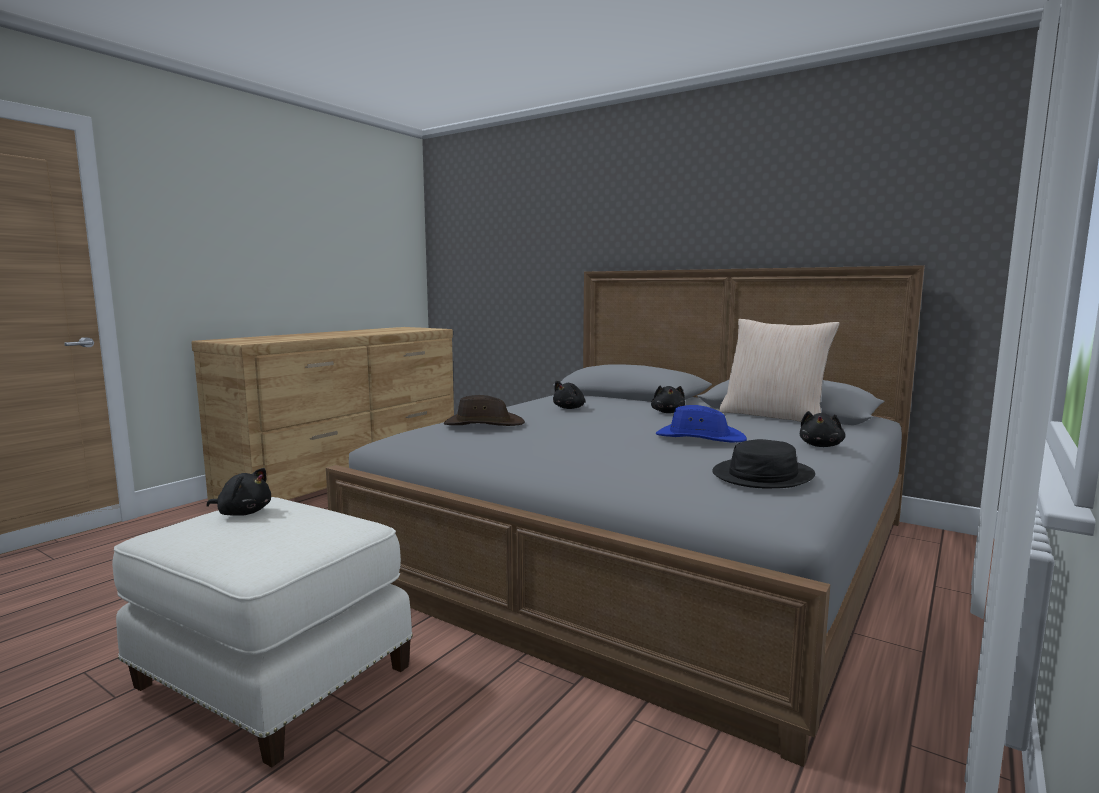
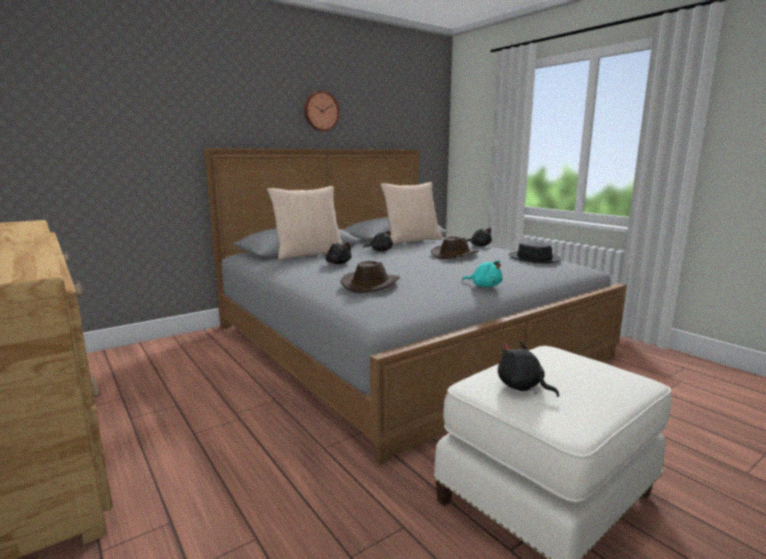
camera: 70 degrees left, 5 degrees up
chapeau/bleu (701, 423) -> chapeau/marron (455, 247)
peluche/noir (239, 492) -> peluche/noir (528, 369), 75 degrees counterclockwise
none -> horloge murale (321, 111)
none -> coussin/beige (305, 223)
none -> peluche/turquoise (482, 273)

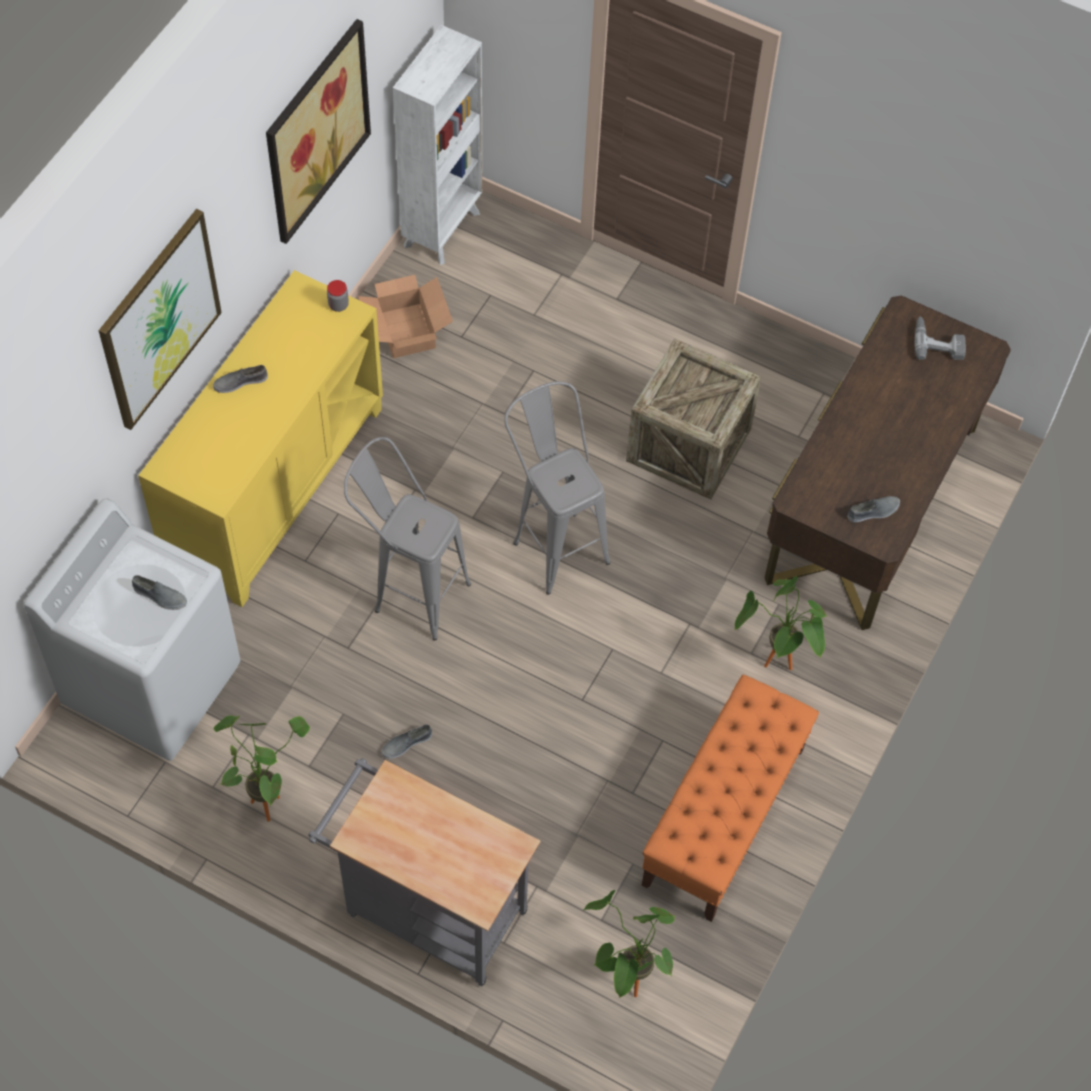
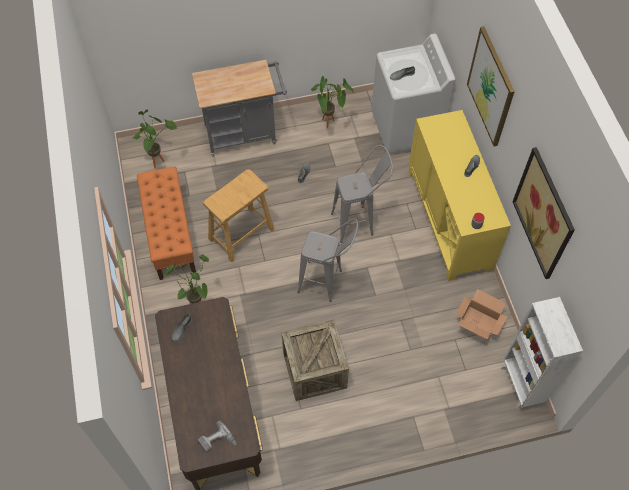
camera: 140 degrees right, 0 degrees up
none -> tabouret/beige (238, 215)

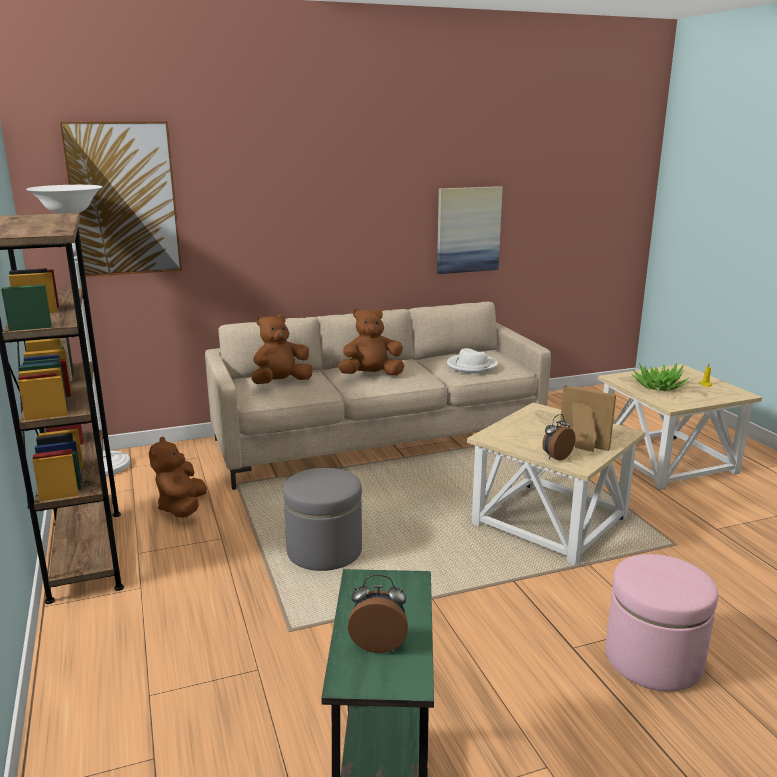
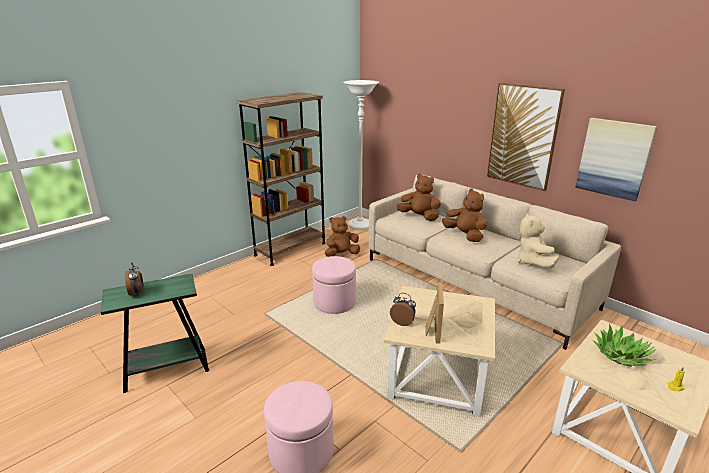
camera: 65 degrees right, 5 degrees up
tableau (120, 199) -> tableau (526, 137), relocated
chapeau/blanc (472, 361) -> peluche/beige (538, 240)
pouf/gris (322, 519) -> pouf/rose (334, 285)

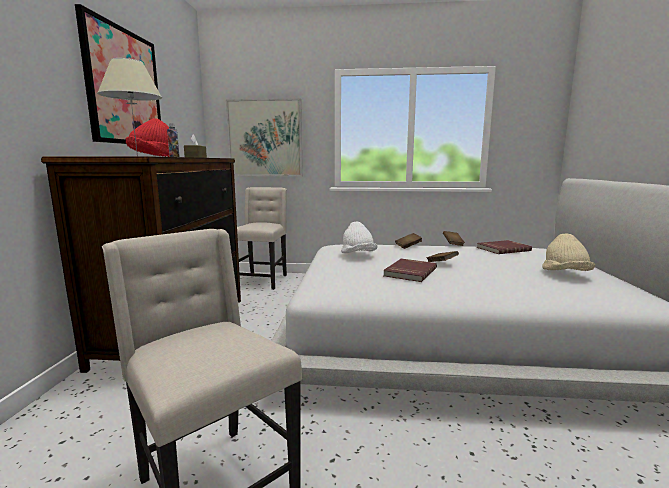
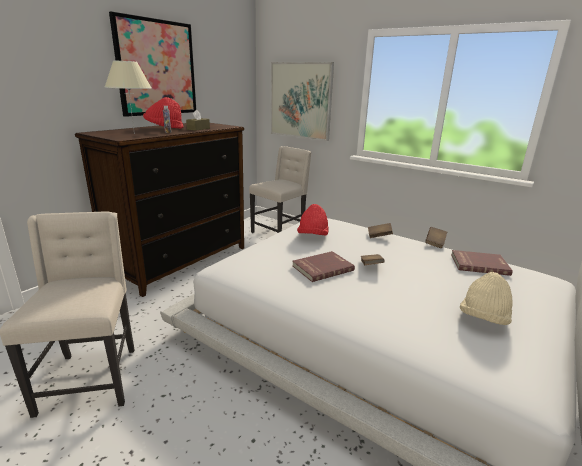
camera: 30 degrees right, 10 degrees up
chapeau/blanc (359, 237) -> chapeau/rouge (313, 219)

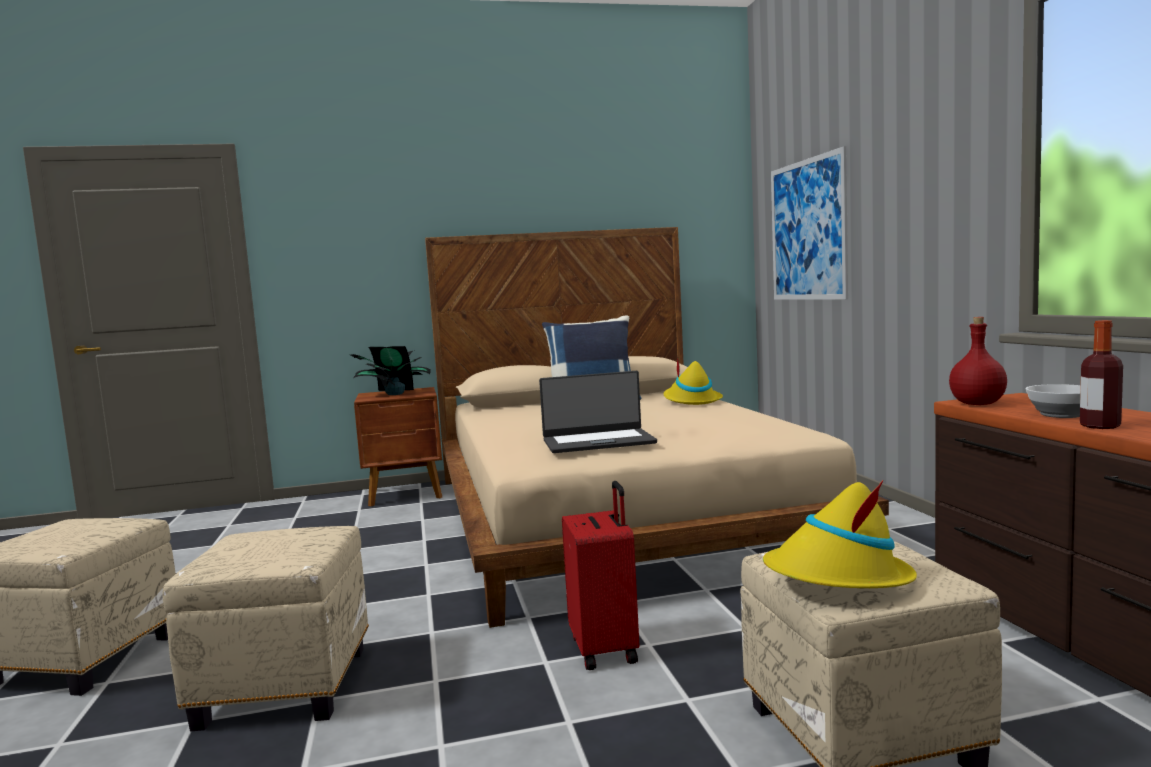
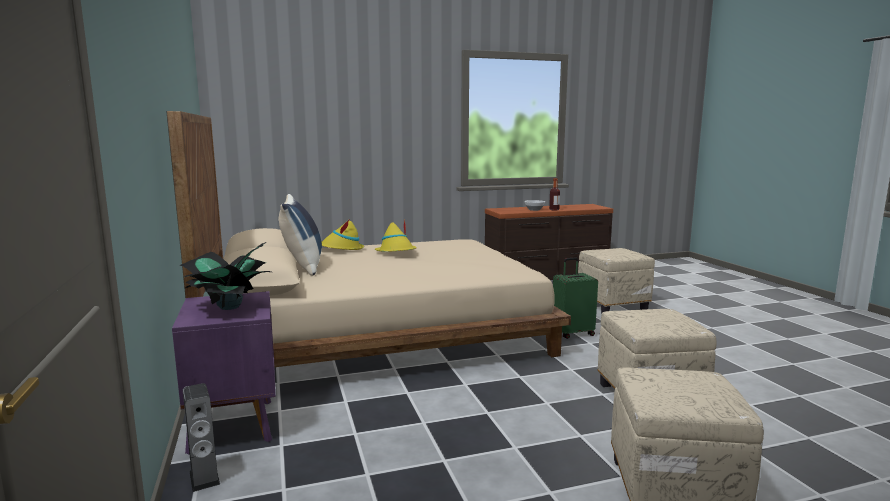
camera: 95 degrees left, 5 degrees up
tableau (809, 223) -> none
bouteille/rouge (978, 361) -> none
ordinateur portable (598, 412) -> none
table de chevet/marron (398, 446) -> table de chevet/violet (224, 372)
chapeau/jaune (840, 534) -> chapeau/jaune (396, 235), relocated
valise/rouge (600, 575) -> valise/vert (575, 298)
none -> enceinte (201, 437)

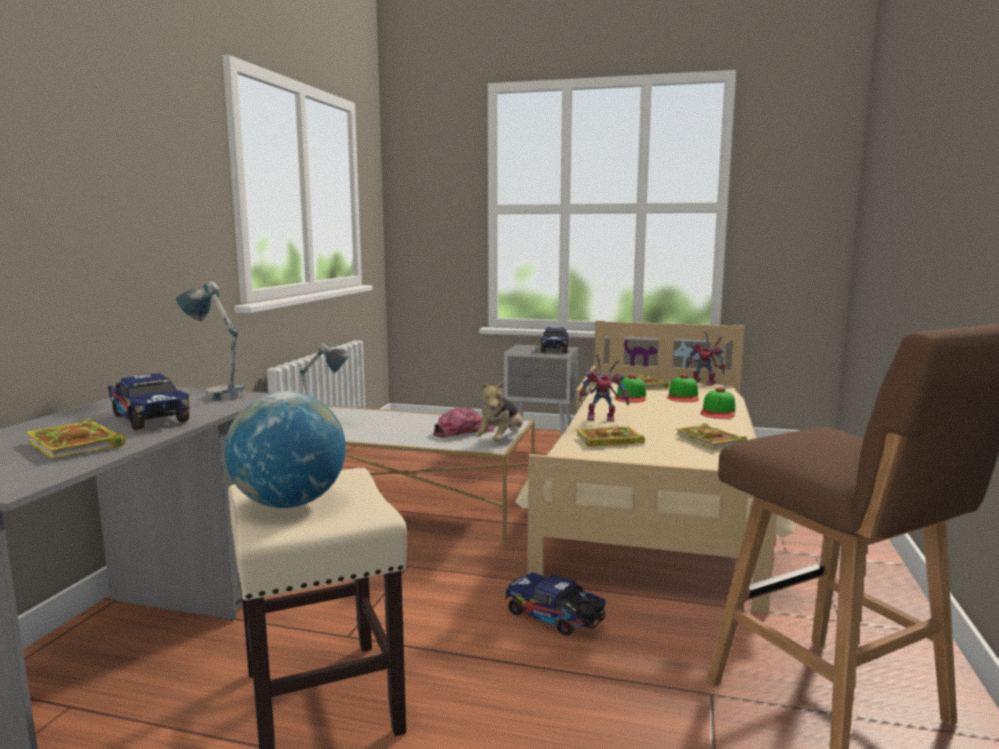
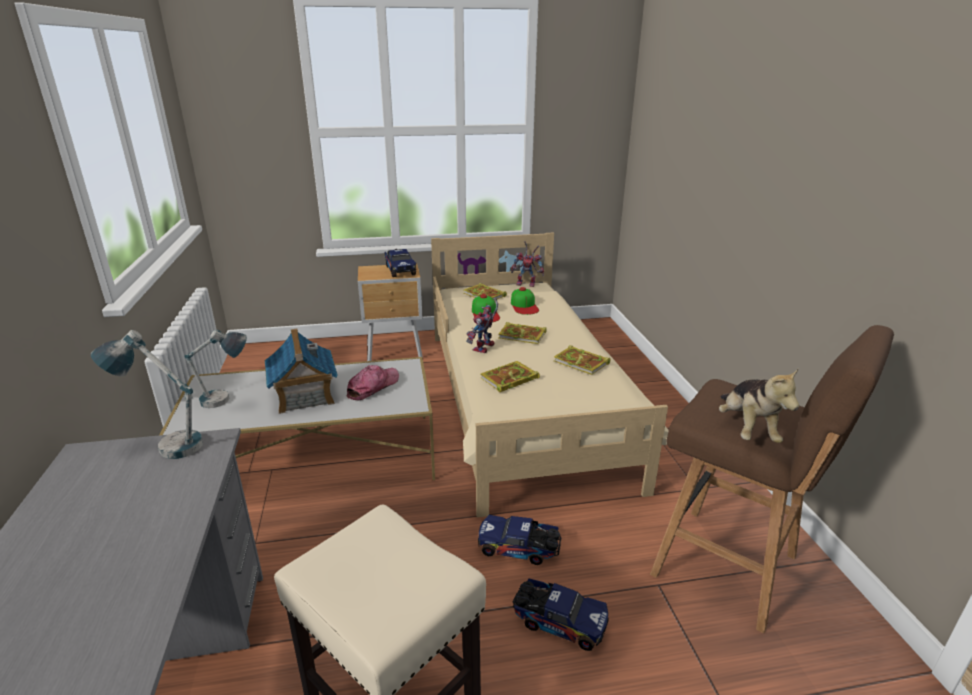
camera: 25 degrees left, 15 degrees up
table de chevet/gris (541, 390) -> table de chevet/marron (390, 312)
robot jouet (604, 387) -> robot jouet (482, 325), 135 degrees clockwise
camion jouet (149, 402) -> camion jouet (561, 614), relocated
peluche (498, 410) -> peluche (759, 406), relocated
casquette (718, 403) -> none
globe (285, 449) -> none
livre (76, 438) -> livre (522, 333), relocated
none -> maison miniature (301, 371)

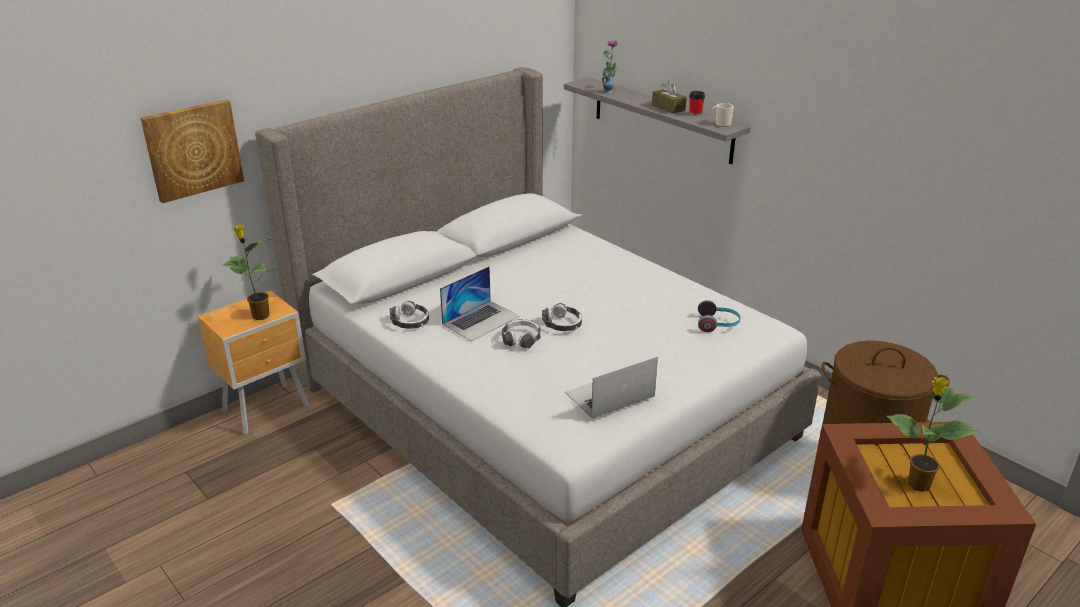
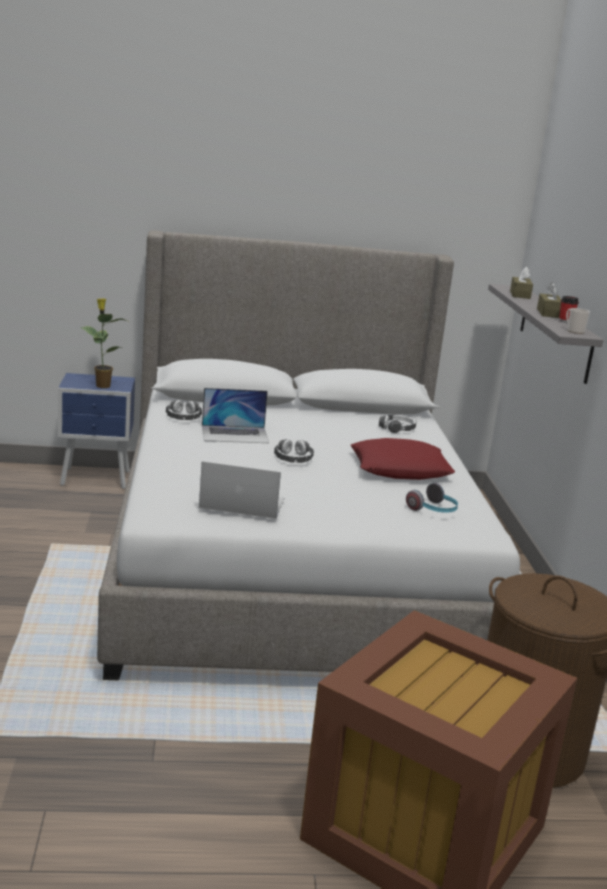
camera: 35 degrees right, 10 degrees down
vase (610, 66) -> boîte à mouchoirs/marron (521, 282)
tableau (192, 151) -> none
table de chevet/marron (253, 362) -> table de chevet/bleu (96, 431)
casque audio (521, 333) -> casque audio (398, 424), relocated
plante en pot (933, 434) -> none
none -> coussin/rouge (402, 459)

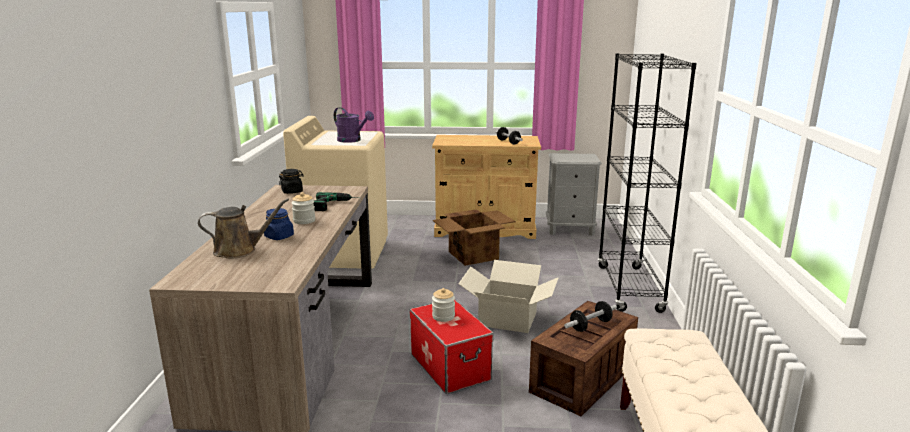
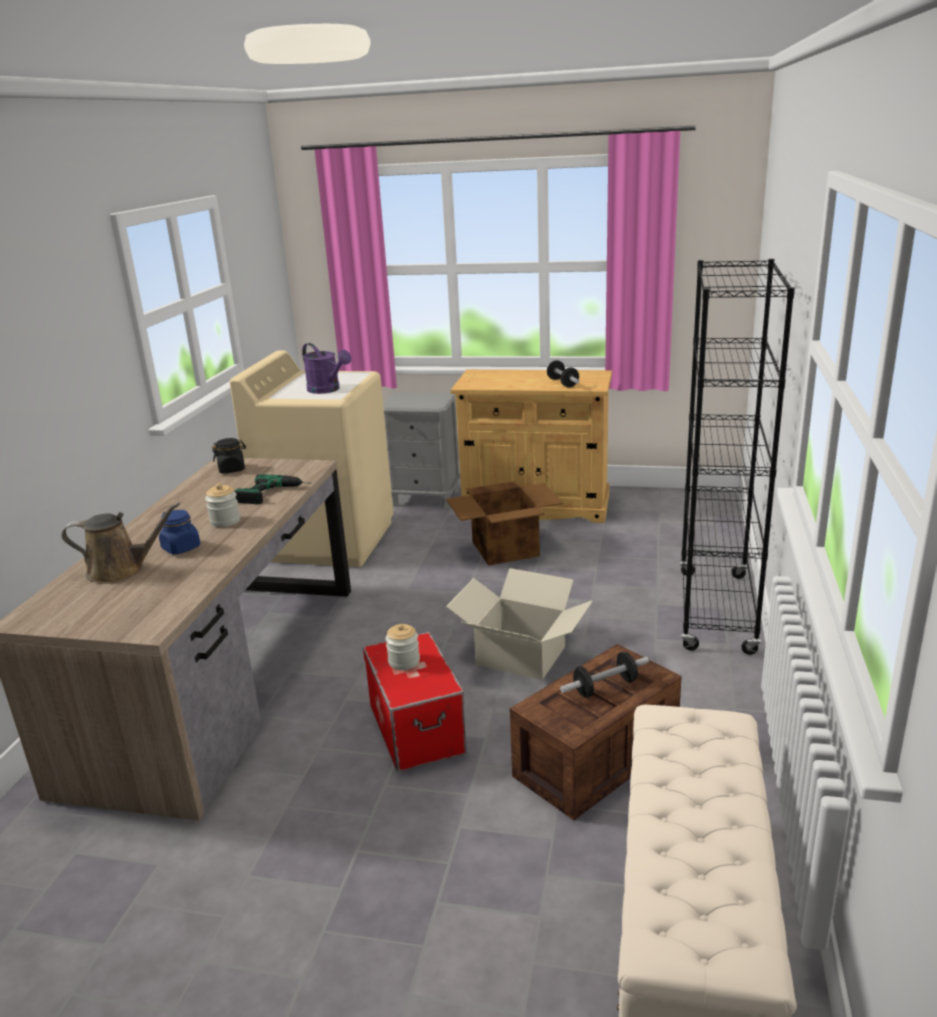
camera: 10 degrees right, 5 degrees up
table de chevet/gris (574, 194) -> table de chevet/gris (421, 450), relocated

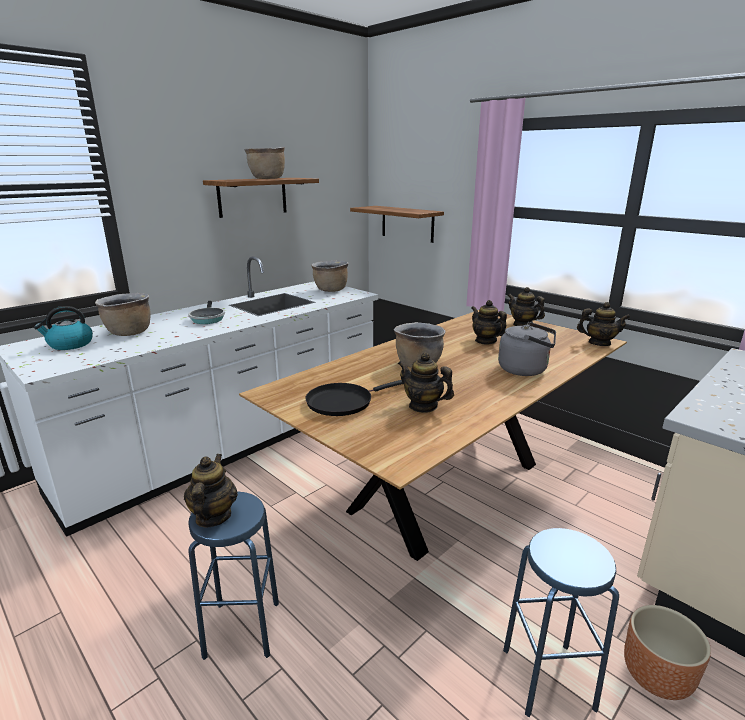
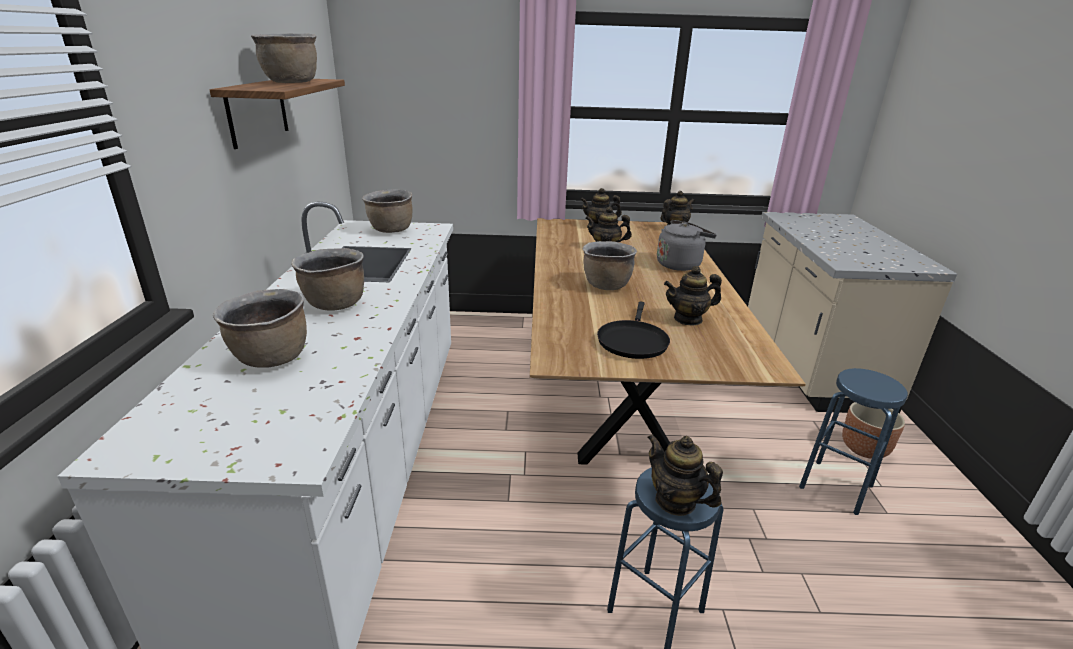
camera: 45 degrees left, 5 degrees up
étagère (397, 224) -> none
poêle (206, 312) -> marmite/marron (328, 279)
bouilloire (63, 328) -> none

